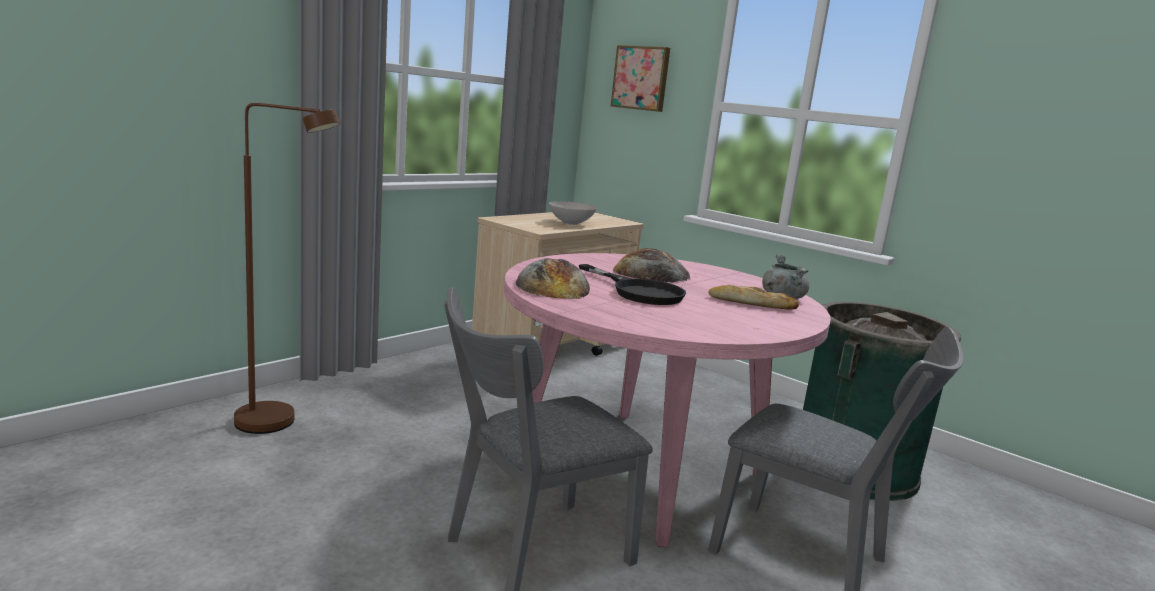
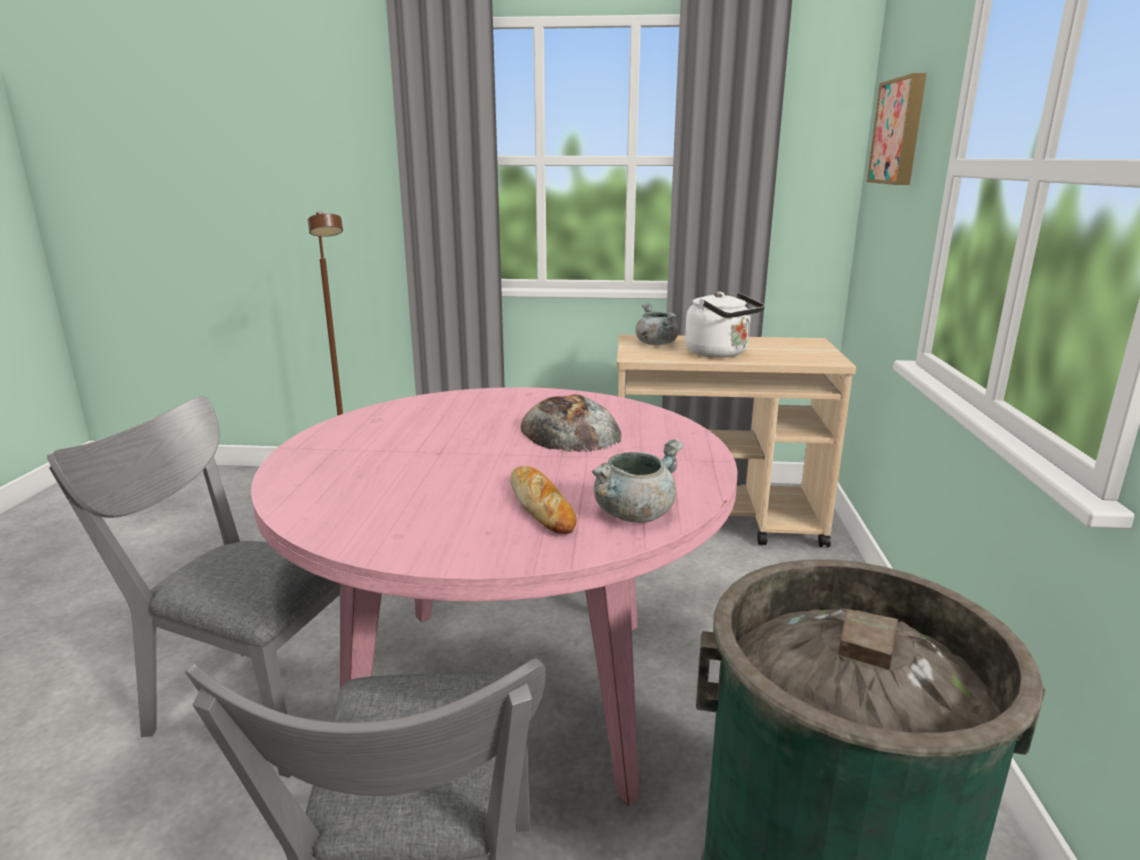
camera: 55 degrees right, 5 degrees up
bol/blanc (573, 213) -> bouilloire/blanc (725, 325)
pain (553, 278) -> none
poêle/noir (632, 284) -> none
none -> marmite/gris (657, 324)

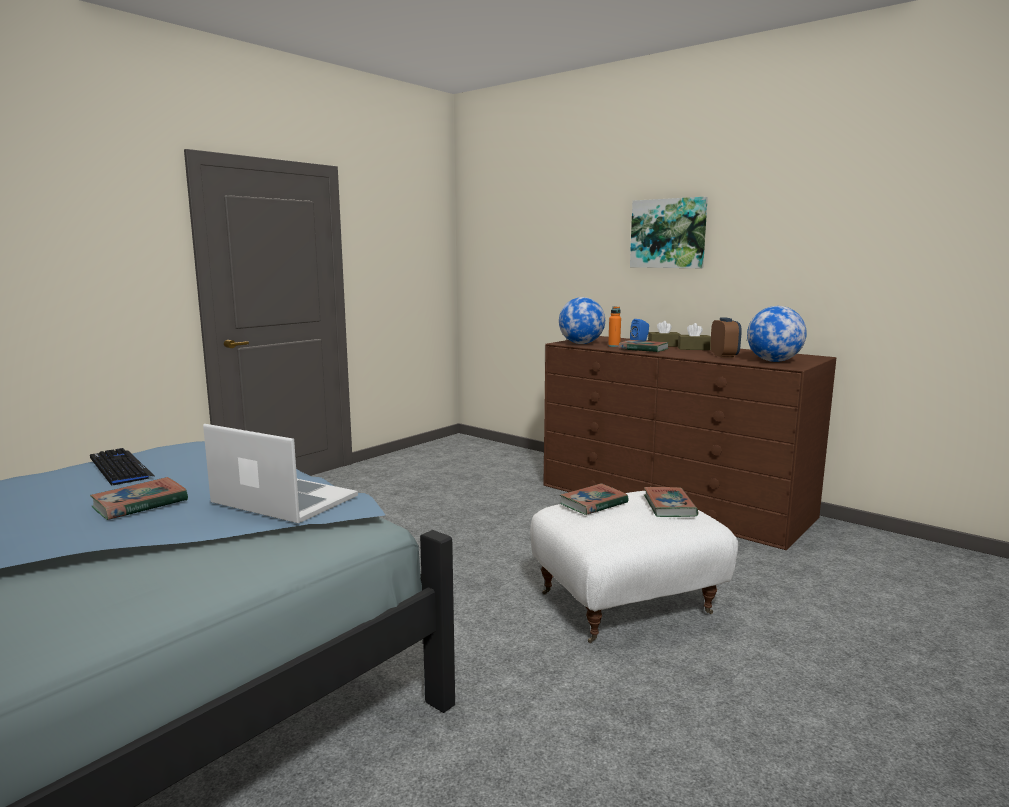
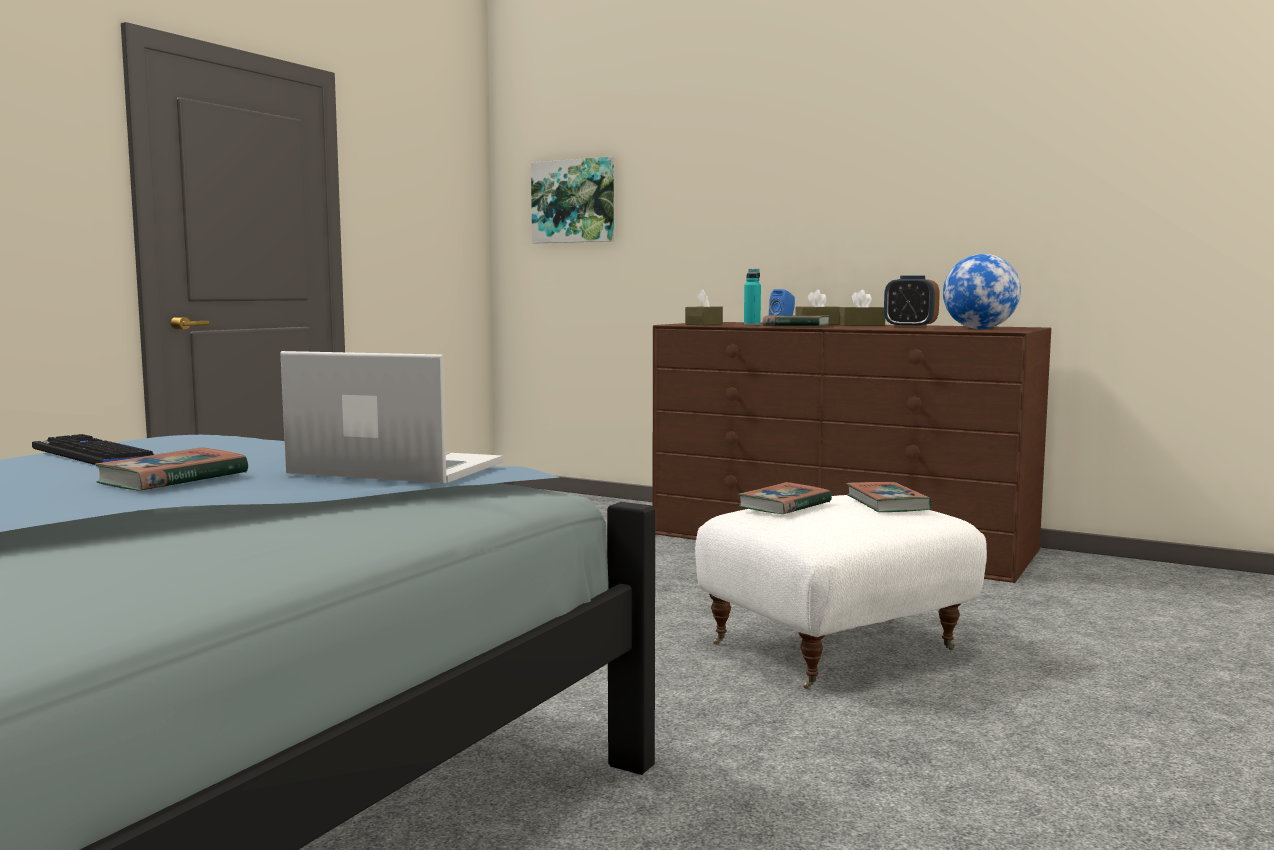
camera: 10 degrees left, 5 degrees down
tableau (669, 232) -> tableau (572, 200), relocated
globe (582, 320) -> boîte à mouchoirs/marron (704, 307)
bouteille/orange (614, 326) -> bouteille/turquoise (752, 297)
réveil (726, 337) -> réveil (912, 301), 135 degrees clockwise

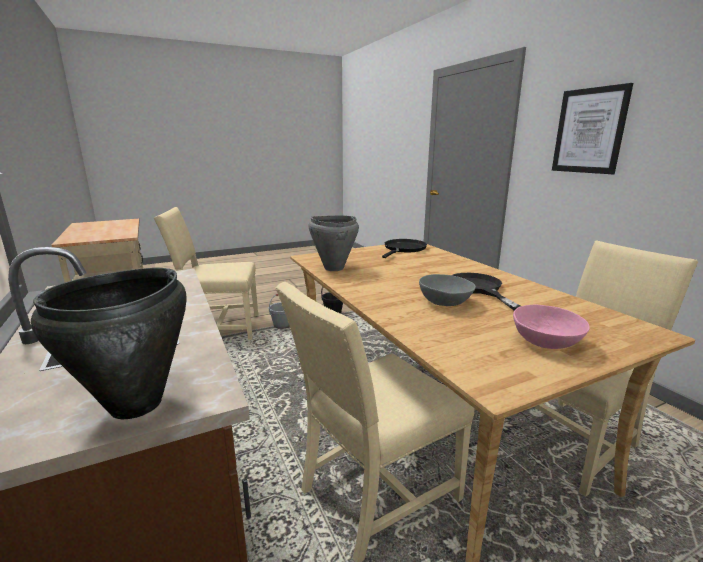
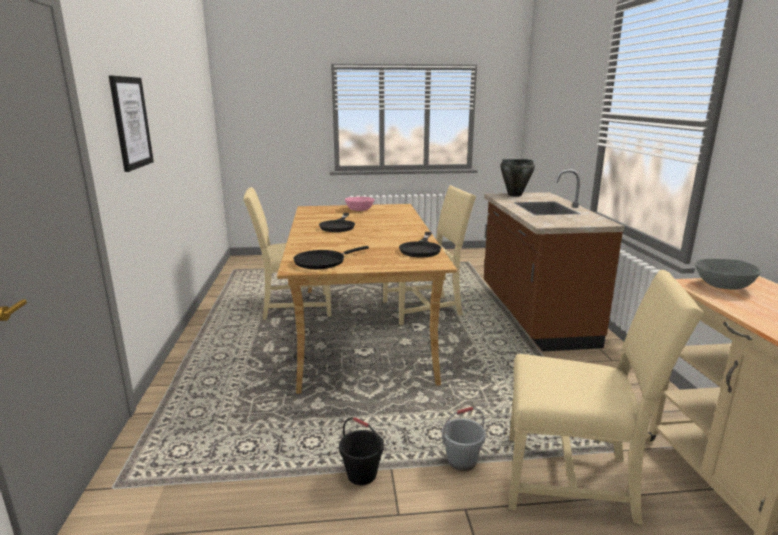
camera: 160 degrees left, 0 degrees up
marmite/gris (334, 243) -> poêle/noir (420, 244)
bol/gris (447, 290) -> bol/gris (728, 273), relocated

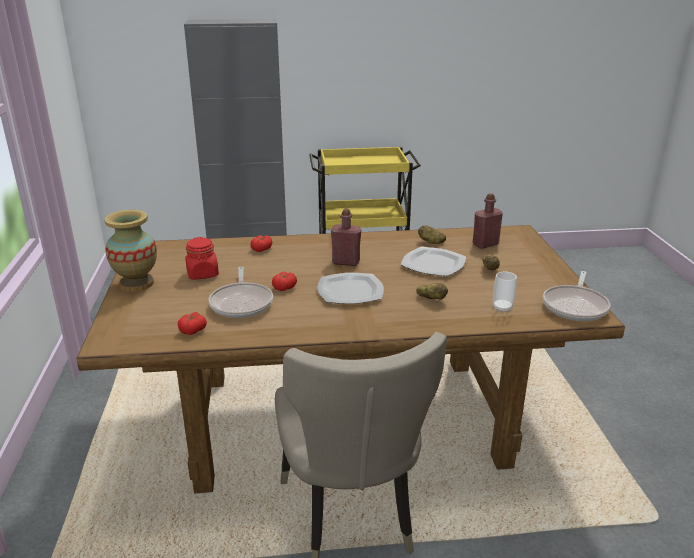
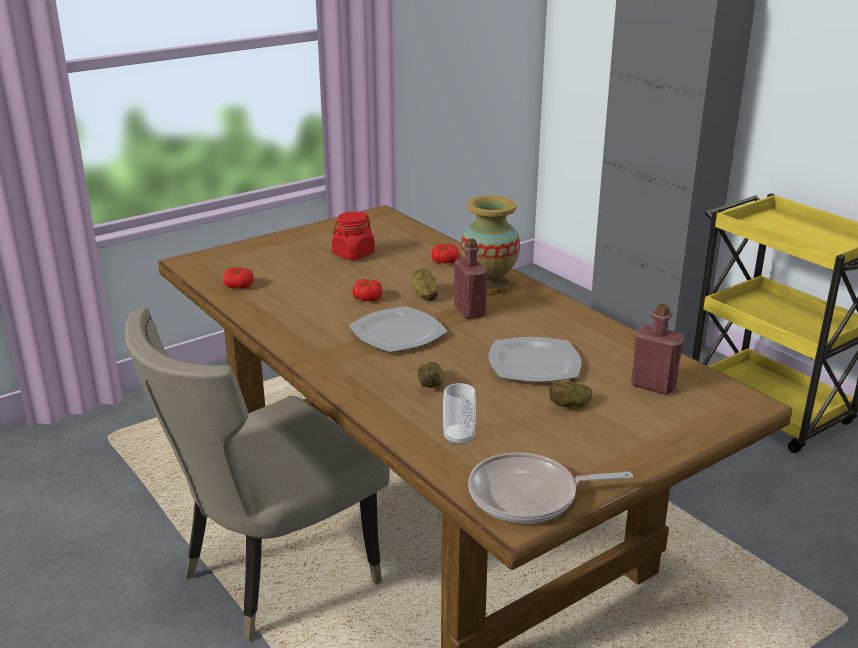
camera: 60 degrees right, 0 degrees up
vase (130, 251) -> vase (490, 245), relocated
pomme de terre (432, 234) -> pomme de terre (425, 285), relocated
poêle (240, 292) -> none

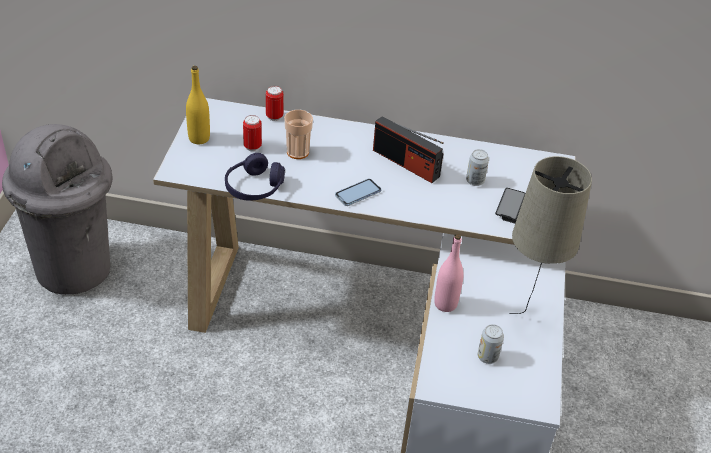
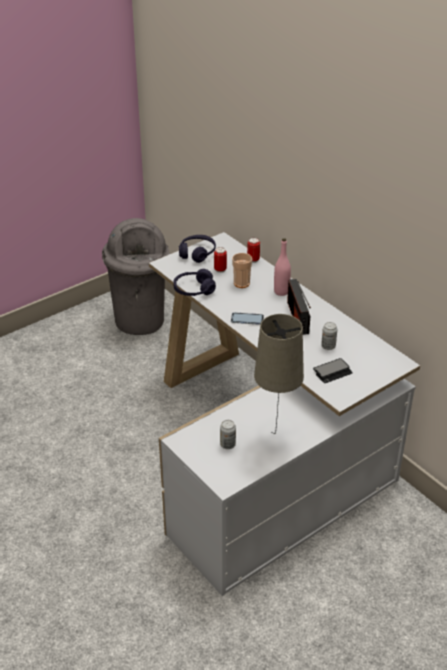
camera: 45 degrees right, 5 degrees down
bouteille/jaune (198, 105) -> casque audio/violet (197, 249)
bouteille/rose (449, 273) -> bouteille/rose (282, 267), relocated

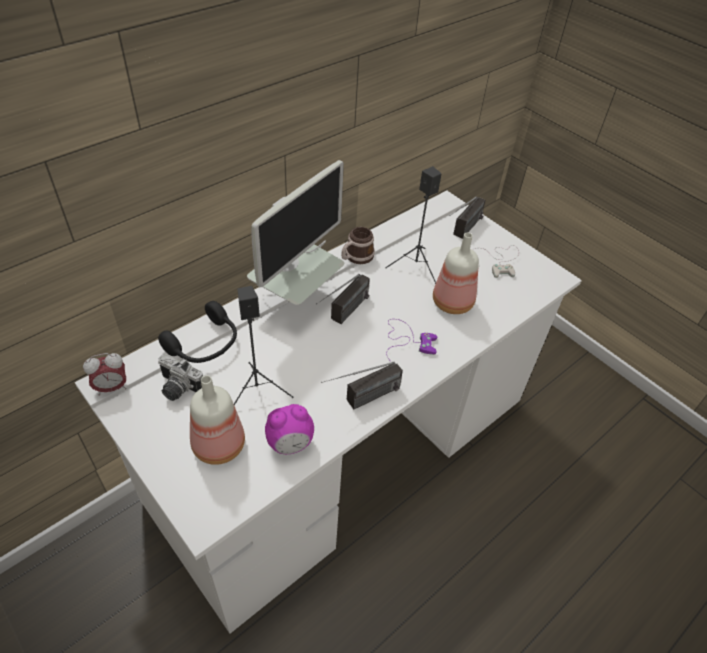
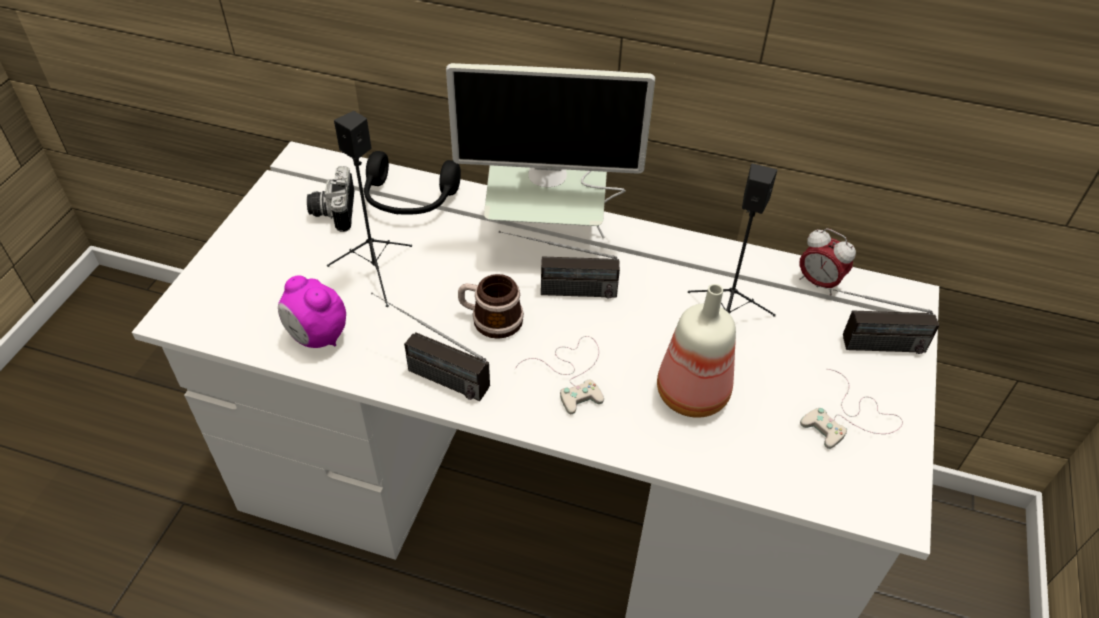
camera: 60 degrees right, 0 degrees up
mug (358, 245) -> mug (491, 306), relocated
manette/violet (411, 339) -> manette/blanc (559, 375)
réveil (105, 374) -> réveil (827, 261), relocated
bouteille (217, 420) -> none

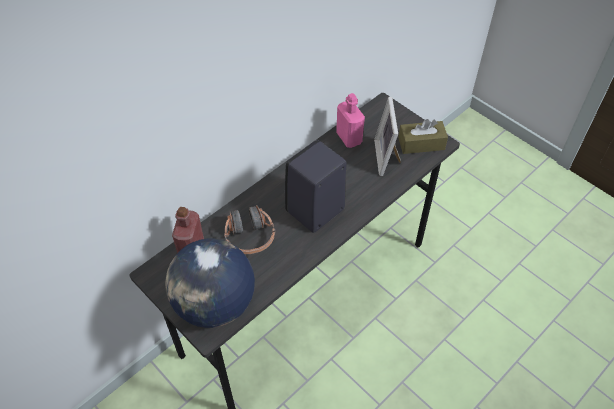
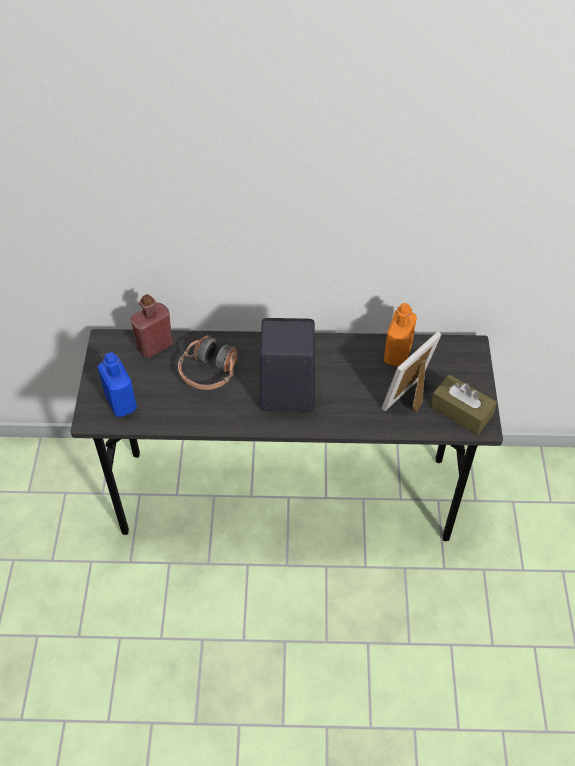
camera: 45 degrees right, 0 degrees up
bouteille/rose (350, 120) -> bouteille/orange (400, 335)
globe (210, 283) -> bouteille/bleu (117, 384)

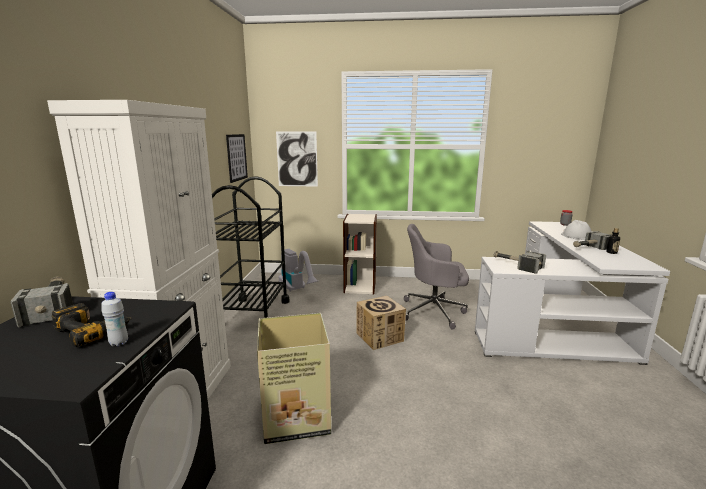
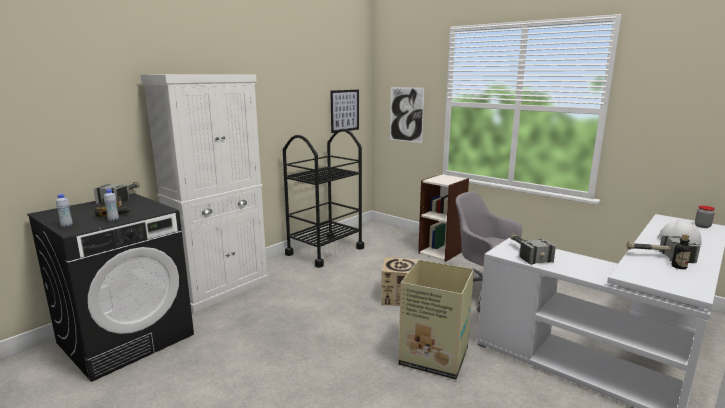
camera: 35 degrees right, 0 degrees up
aspirateur (299, 270) -> none
carton (294, 378) -> carton (436, 320), relocated
none -> bouteille/blanc (64, 210)

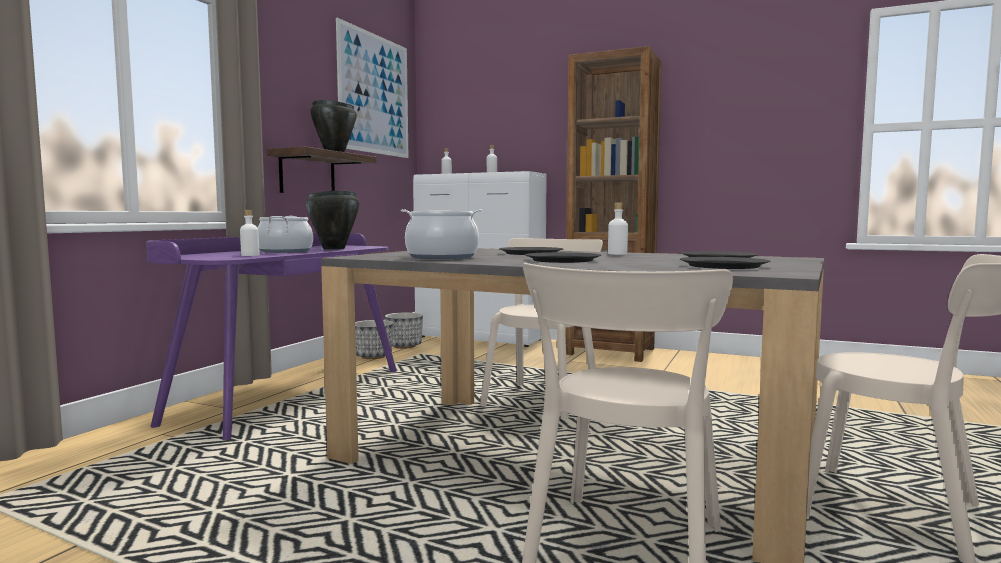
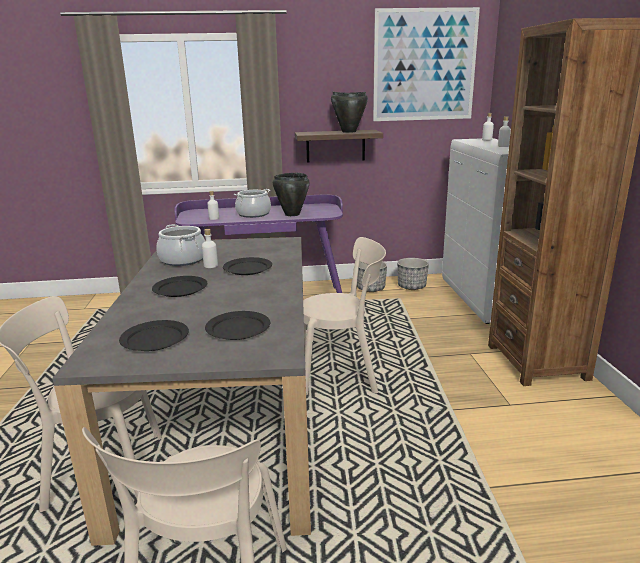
camera: 60 degrees right, 15 degrees up
bouteille/blanc (618, 229) -> bouteille/blanc (210, 248), relocated

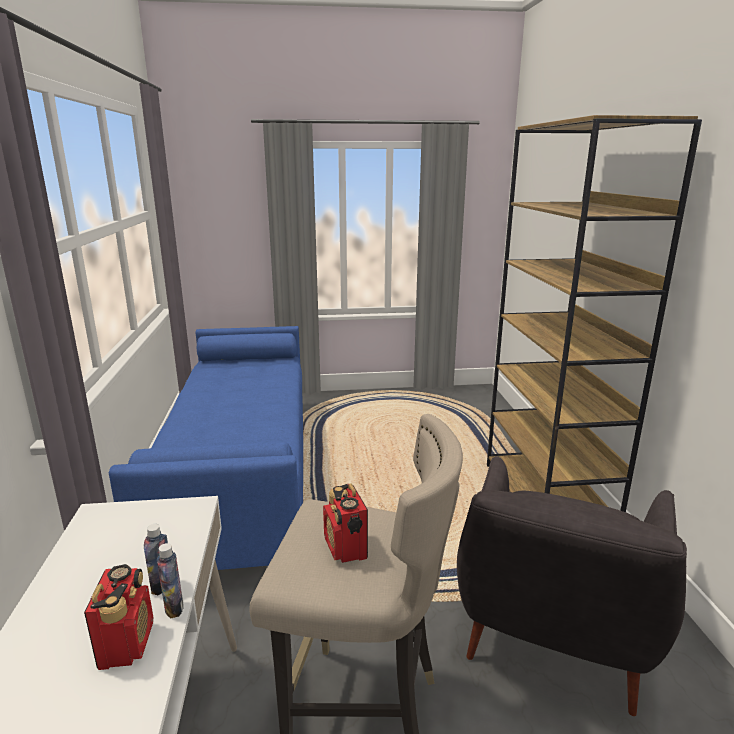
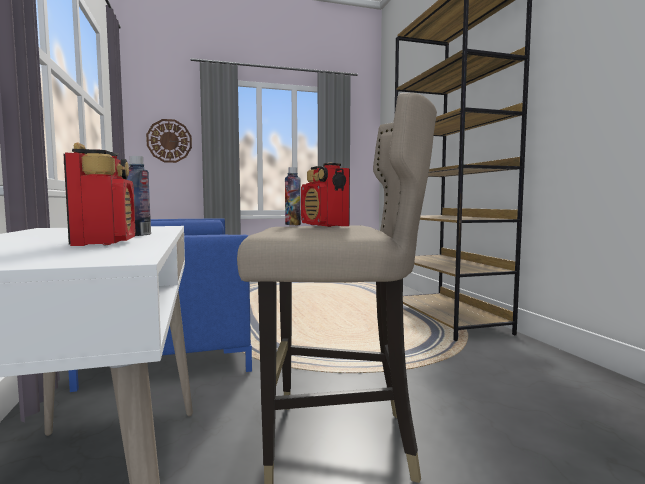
camera: 10 degrees left, 15 degrees down
fauteuil/gris (572, 586) -> none
bouteille (170, 580) -> bouteille (293, 196), relocated
none -> horloge murale (169, 141)

